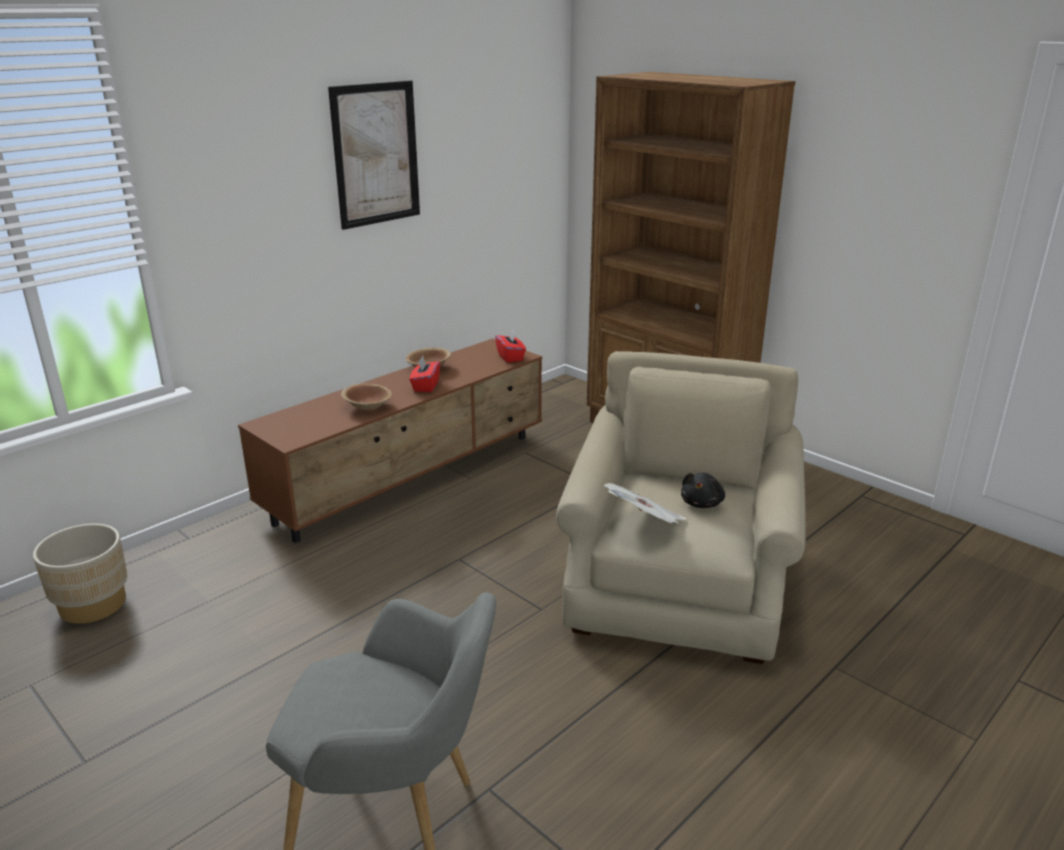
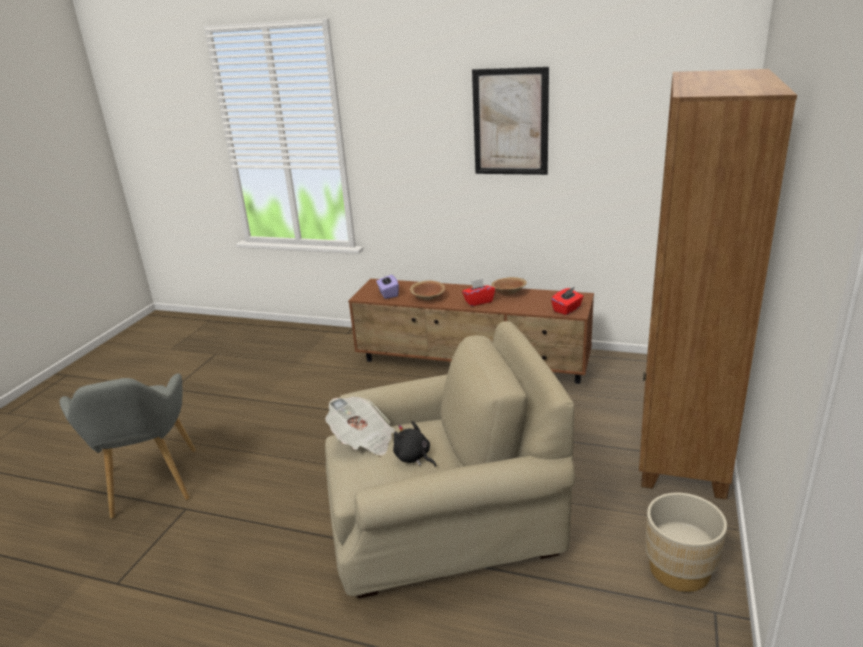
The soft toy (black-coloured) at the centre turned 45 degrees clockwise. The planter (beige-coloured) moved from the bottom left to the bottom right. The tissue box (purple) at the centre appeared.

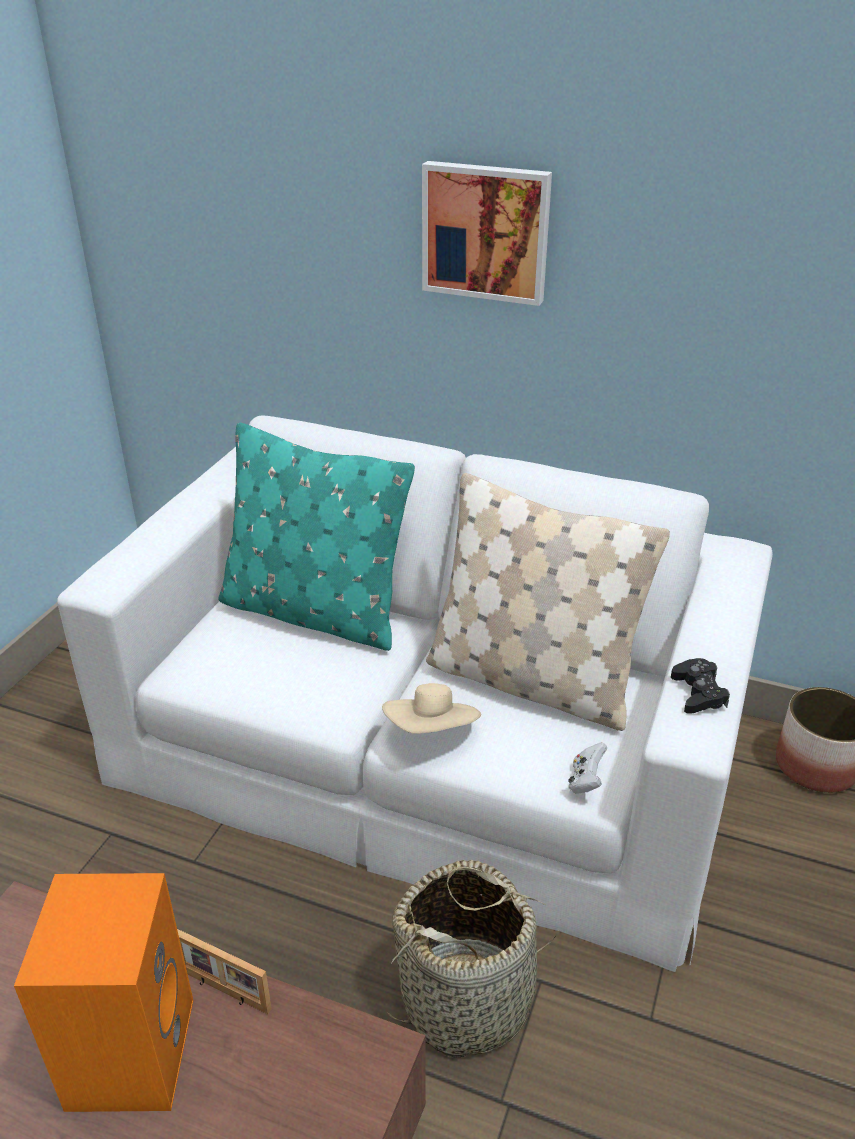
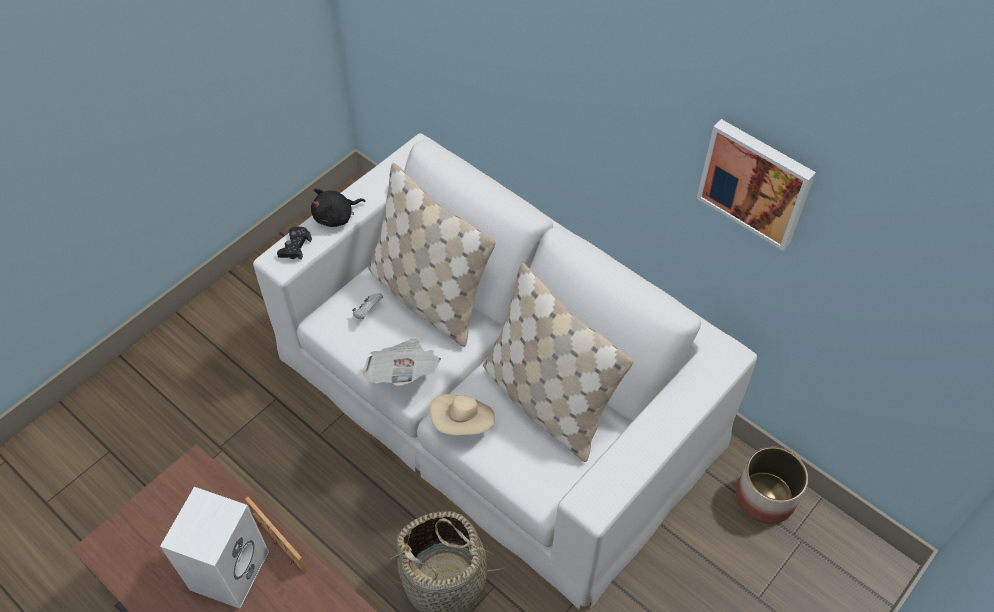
The picture moved from the top centre to the top right. The cushion (blue-green) at the centre became the cushion (beige-coloured) (1st from left) at the centre. The gamepad (black-coloured) moved from the middle right to the middle left. The gamepad (white) moved from the bottom right to the centre. The audio speaker (orangey) at the bottom left became the audio speaker (white) at the bottom left. The soft toy (black-coloured) at the centre appeared. The printed paper at the centre appeared.

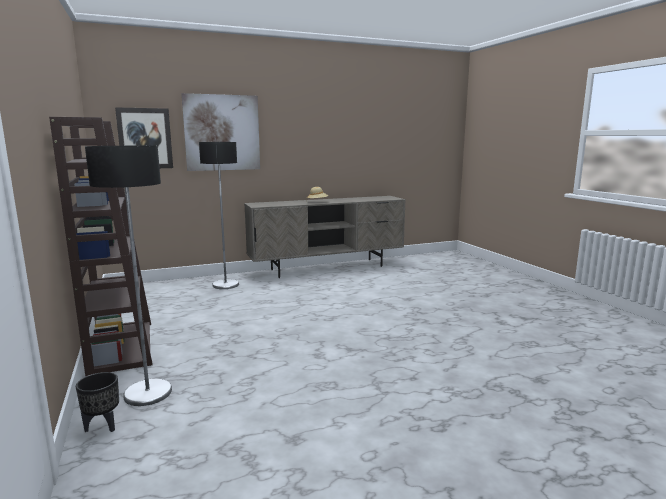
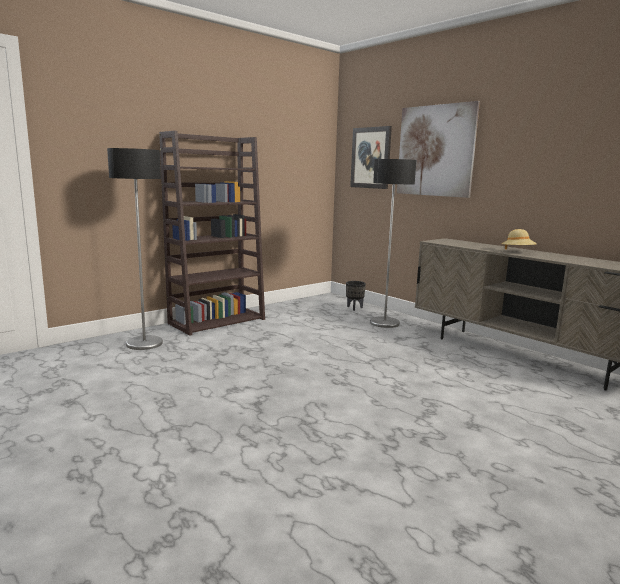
The planter (black-coloured) moved from the bottom left to the centre.

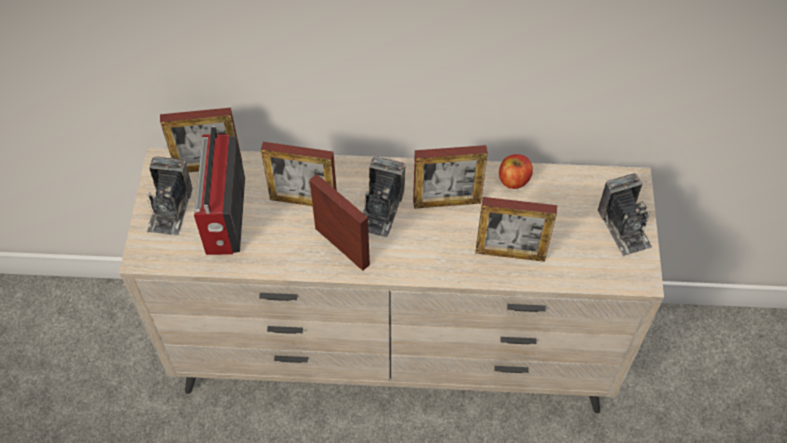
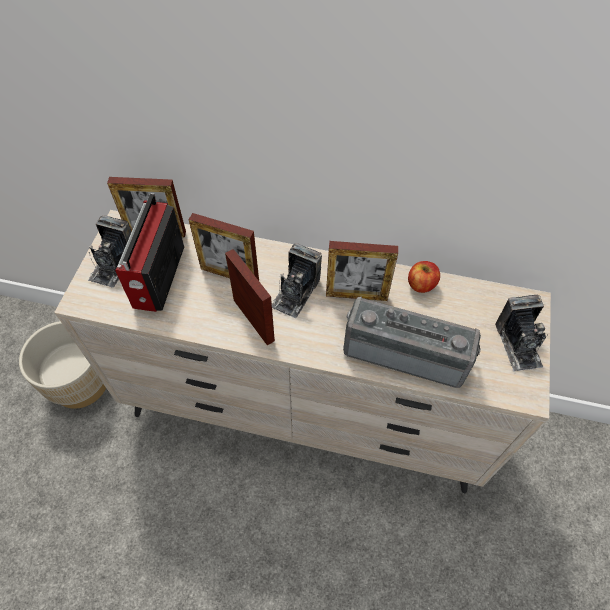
The photo frame (5th from left) at the centre was replaced by the radio set (2nd from left) at the middle right. The planter (beige-coloured) at the middle left appeared.

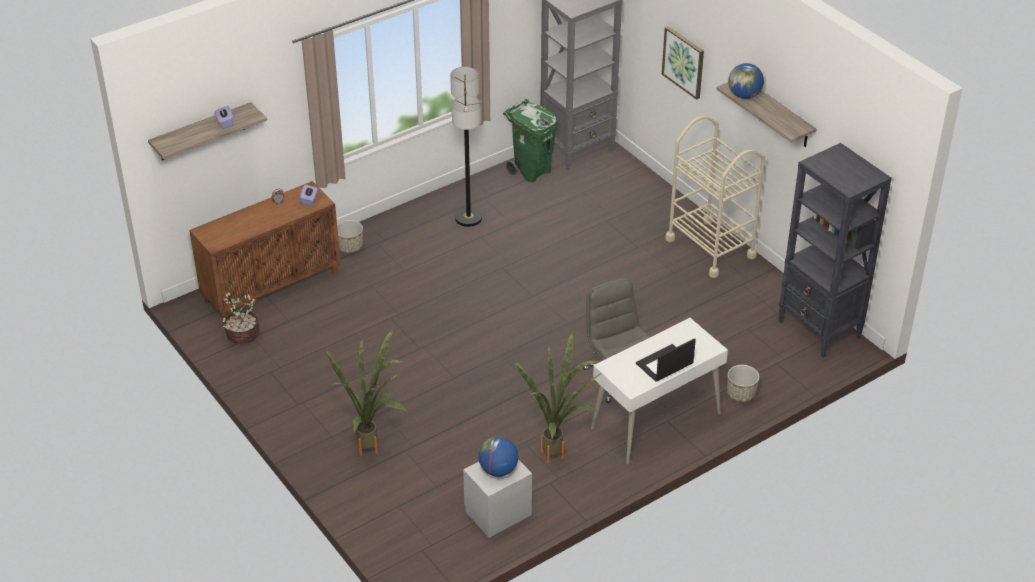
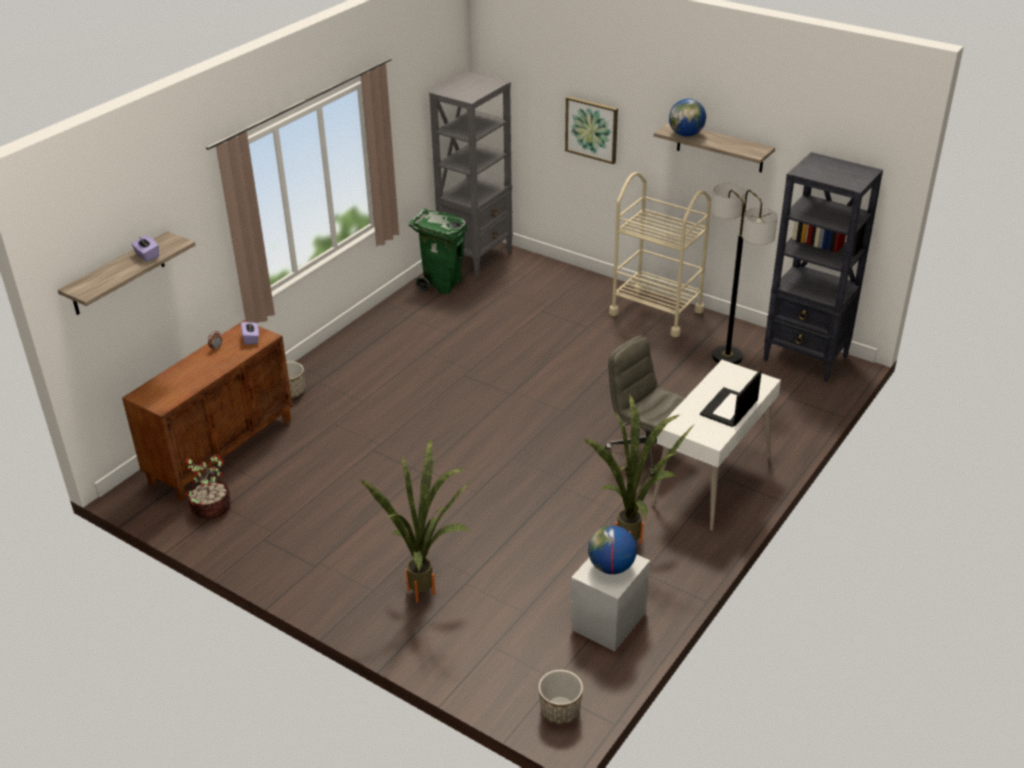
The standing lamp moved from the top centre to the middle right. The planter (2nd from left) moved from the middle right to the bottom centre.

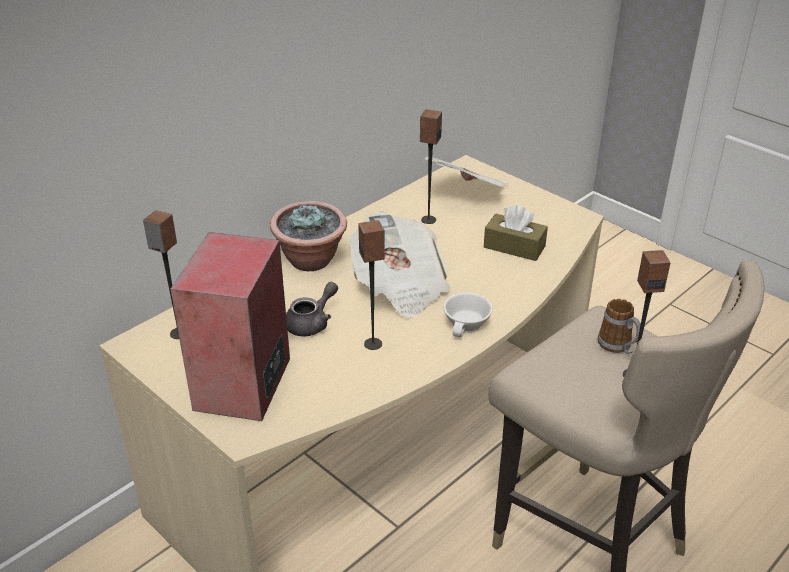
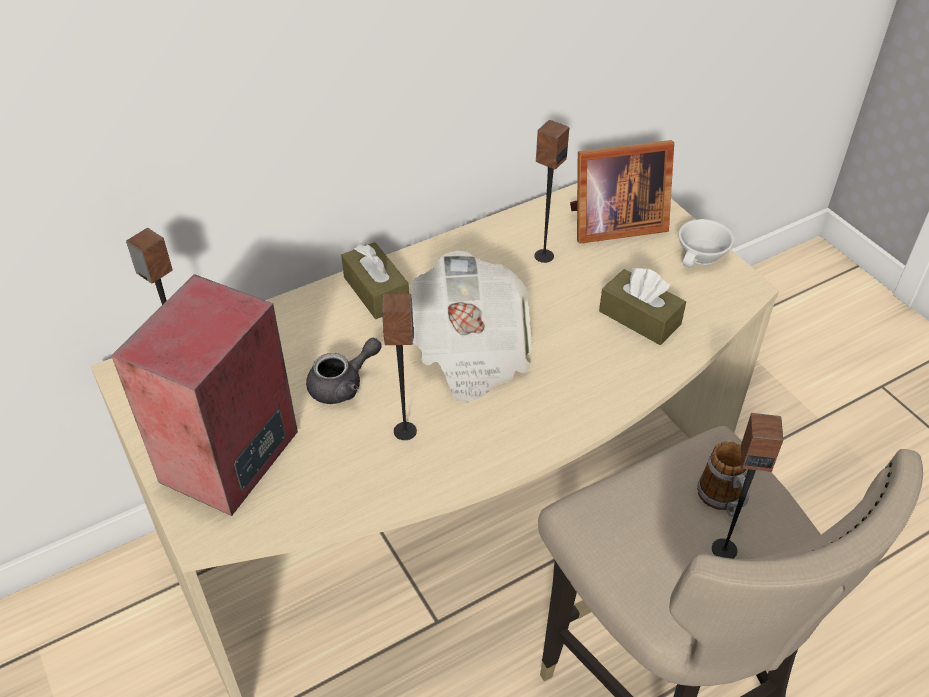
The printed paper (2nd from left) at the top centre was replaced by the photo frame at the top right. The potted plant at the centre was replaced by the tissue box (brownish) (1st from left) at the centre. The drinking cup (white) moved from the centre to the middle right.

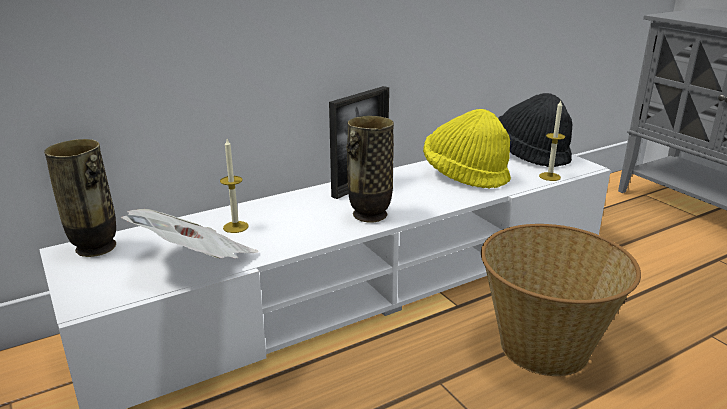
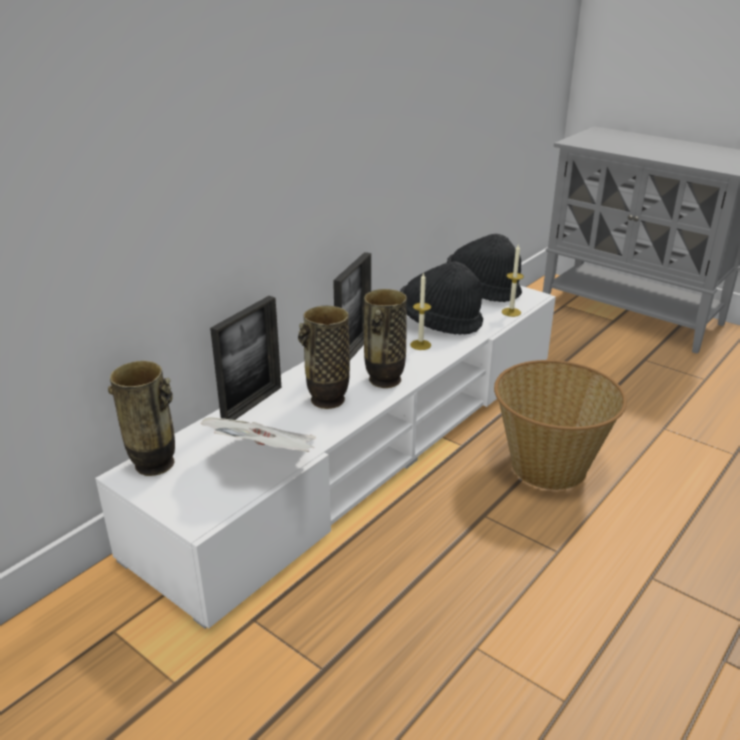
The hat (yellow-coloured) at the centre became the hat (black-coloured) (1st from left) at the centre. The wax candle (1st from left) moved from the middle left to the centre. The photo frame (1st from left) at the middle left appeared. The vase (2nd from left) at the centre appeared.

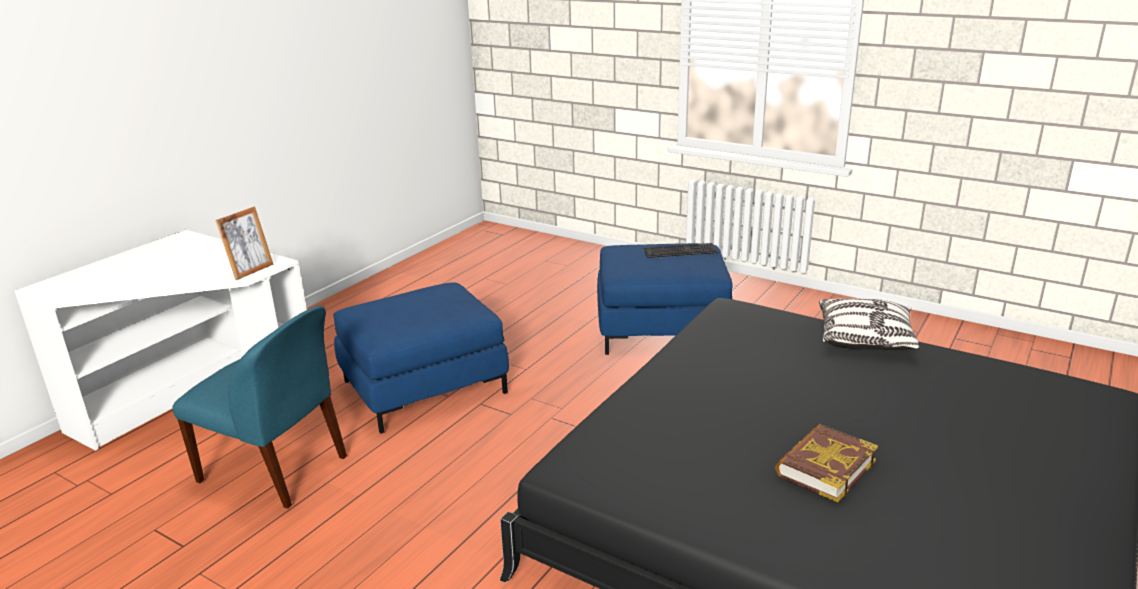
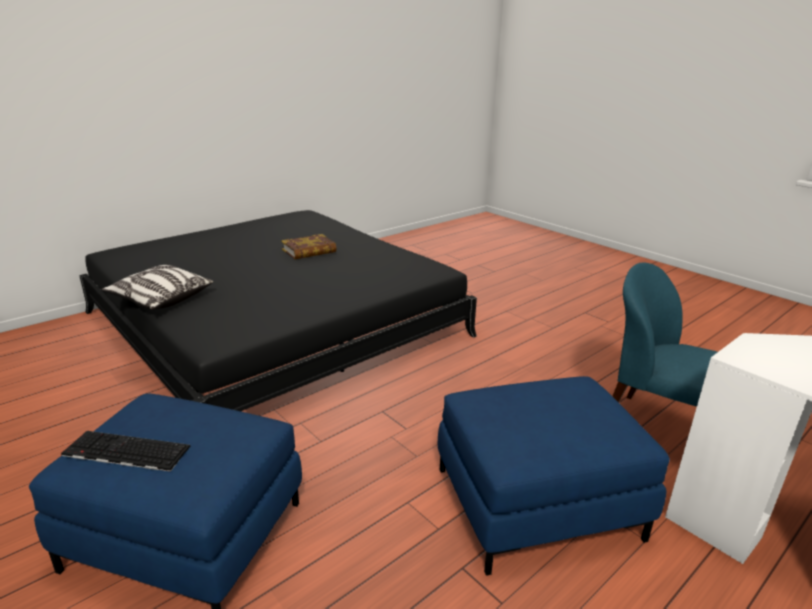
The photo frame at the middle left disappeared.

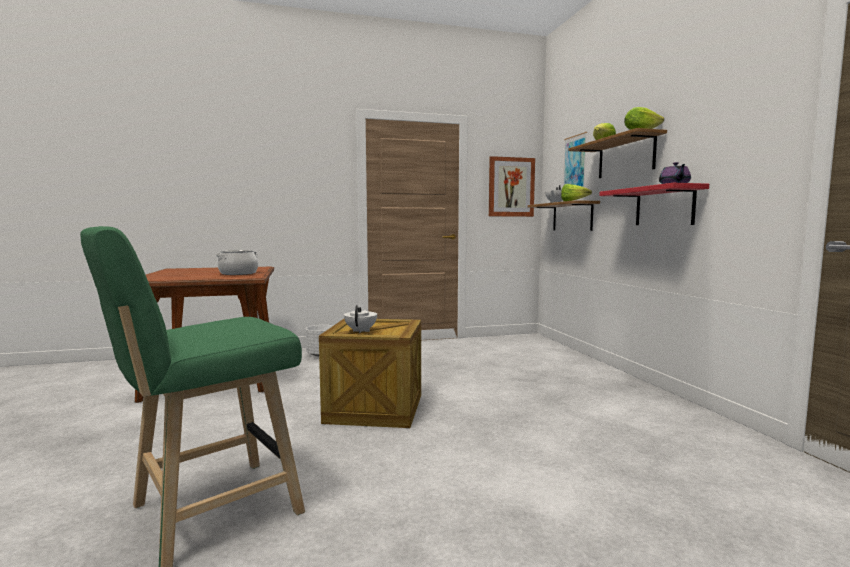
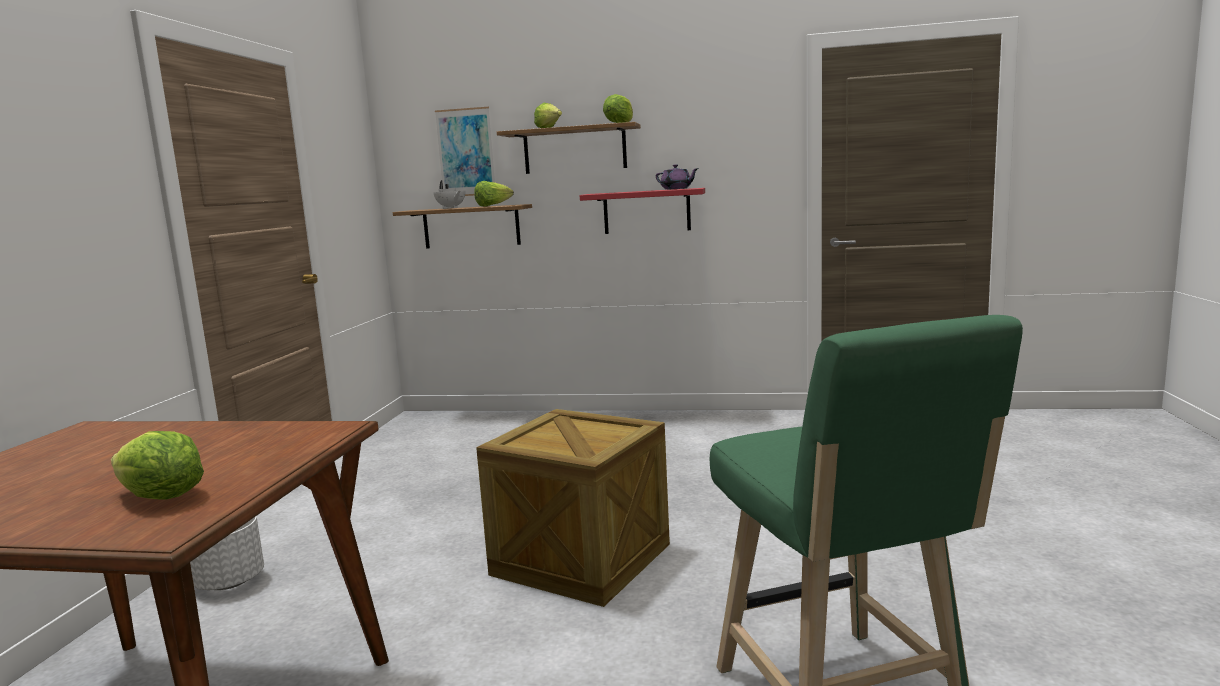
The picture (1st from left) at the top centre disappeared. The cooking pot at the middle left disappeared. The tea pot (white) (1st from left) at the centre disappeared. The lettuce (1st from left) at the bottom left appeared.

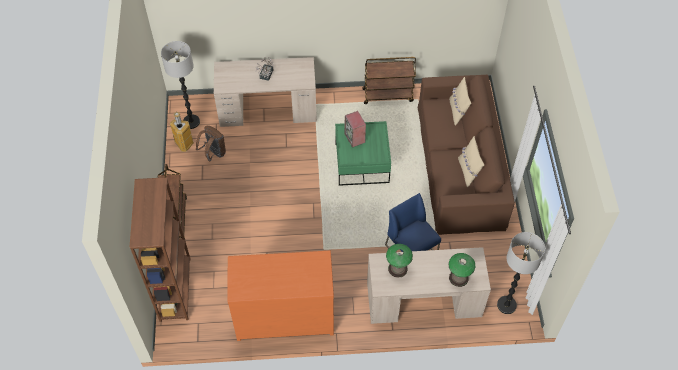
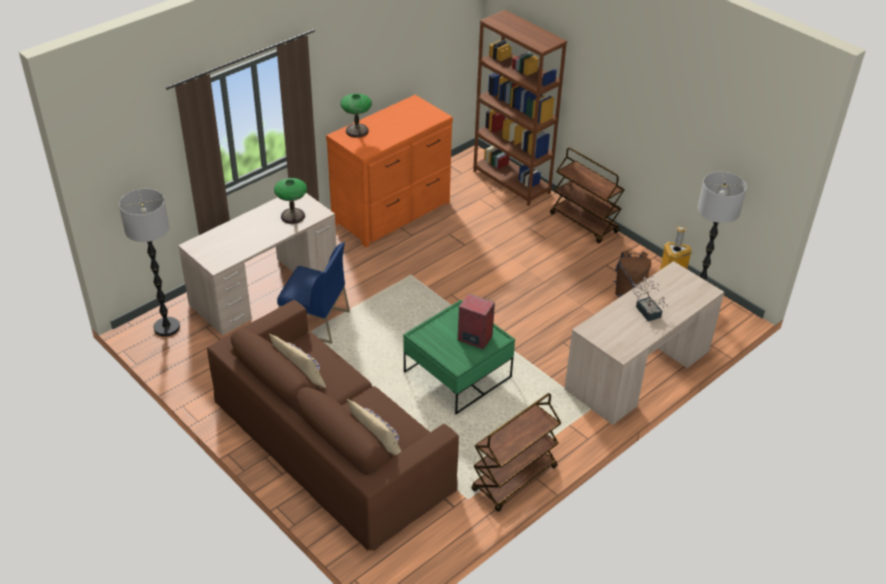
The table lamp (2nd from left) moved from the bottom right to the top centre.

